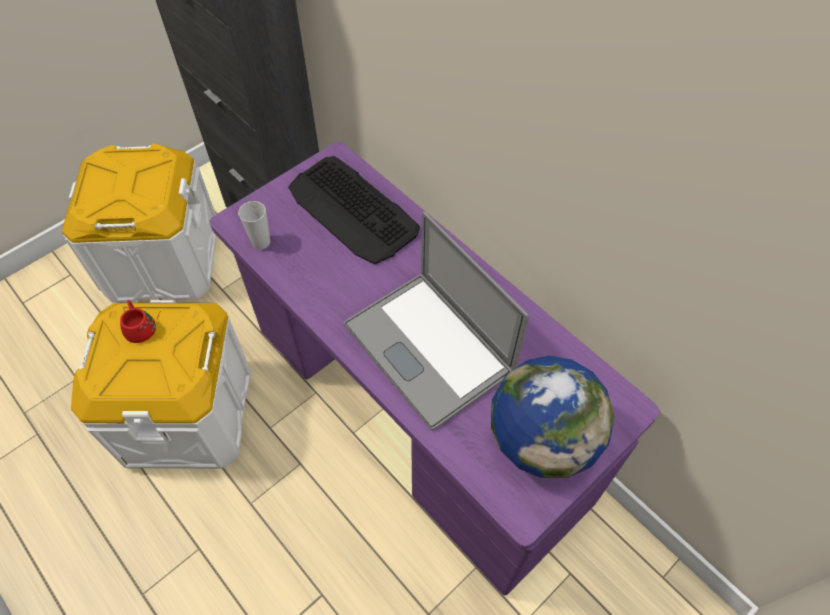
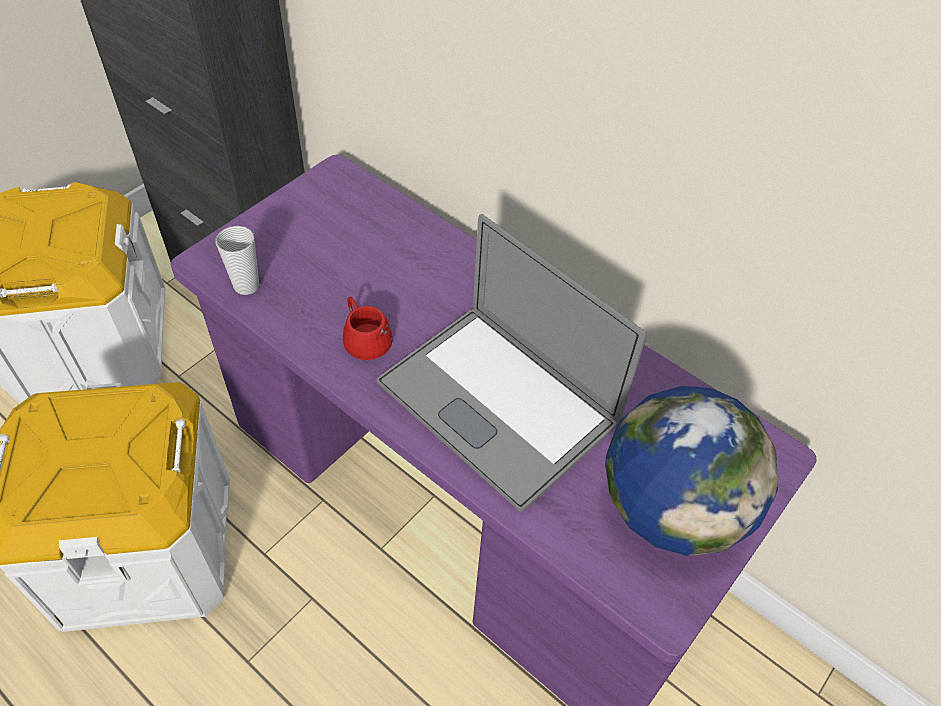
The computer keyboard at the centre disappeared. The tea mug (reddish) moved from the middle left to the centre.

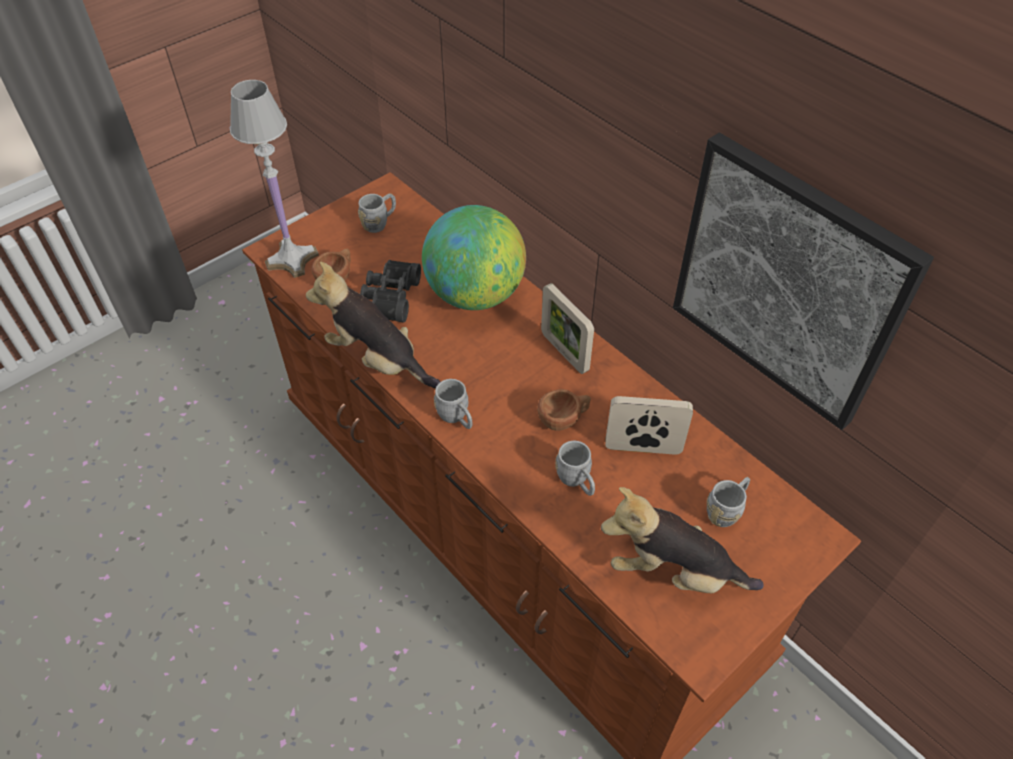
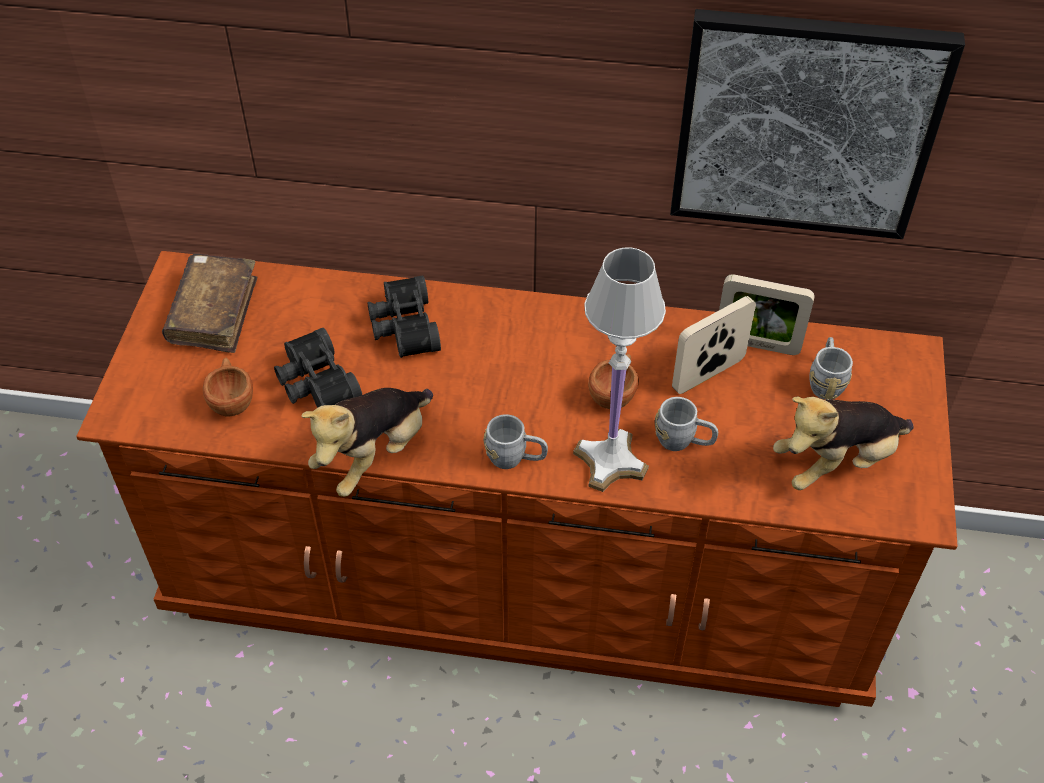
The table lamp (white) moved from the top left to the centre. The tea mug (greyish) (1st from left) at the top centre was replaced by the volume (brownish) at the middle left. The globe at the centre was replaced by the binoculars (black-coloured) (2nd from left) at the centre. The soft toy (1st from left) at the centre turned 45 degrees counterclockwise. The photo frame (1st from left in the first image) moved from the centre to the middle right.

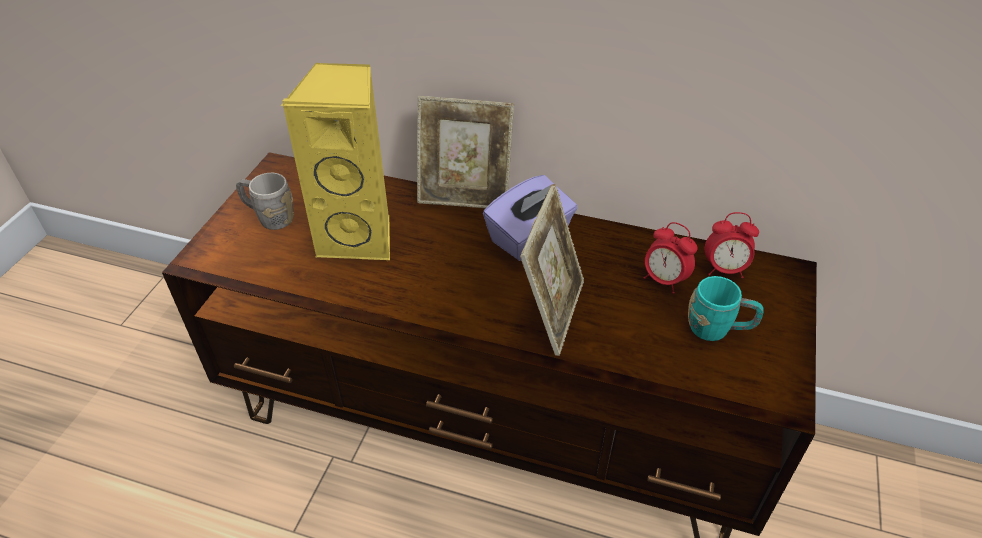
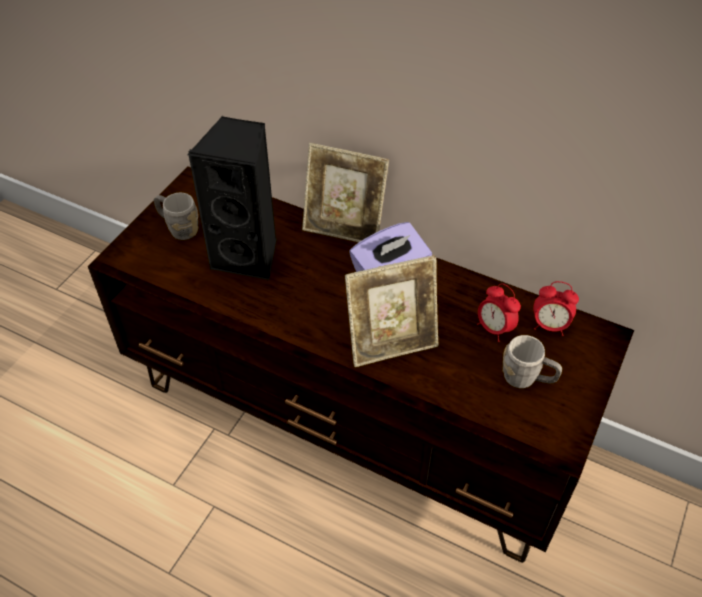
The audio speaker (yellow-coloured) at the top centre became the audio speaker (black-coloured) at the top left. The photo frame (2nd from left) at the centre turned 45 degrees clockwise. The tea mug (blue-green) at the middle right became the tea mug (greyish) (2nd from left) at the middle right.

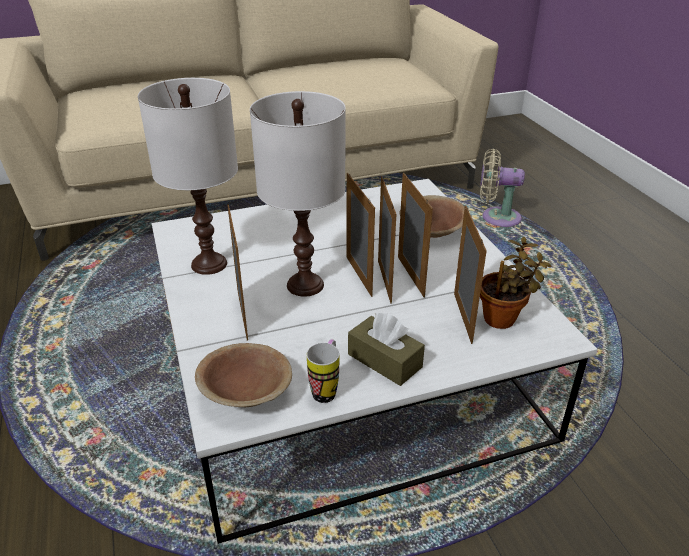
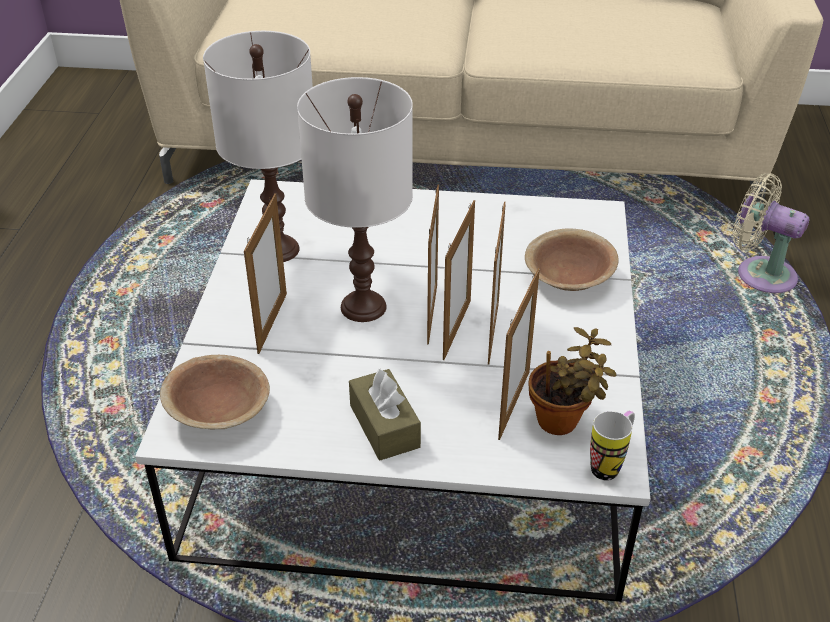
The tea mug moved from the bottom centre to the bottom right.

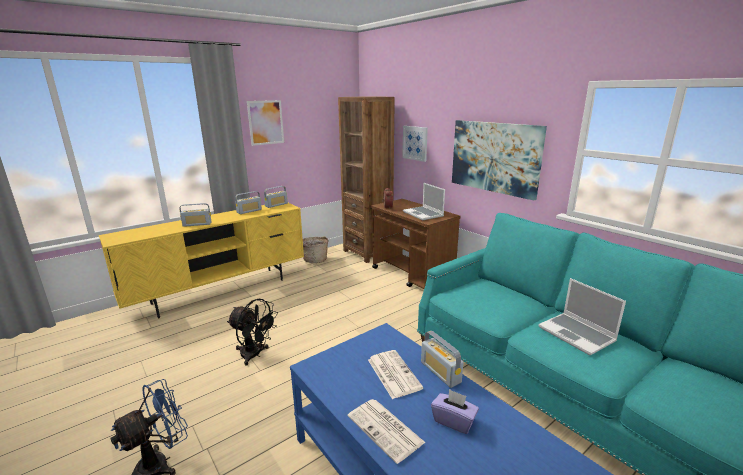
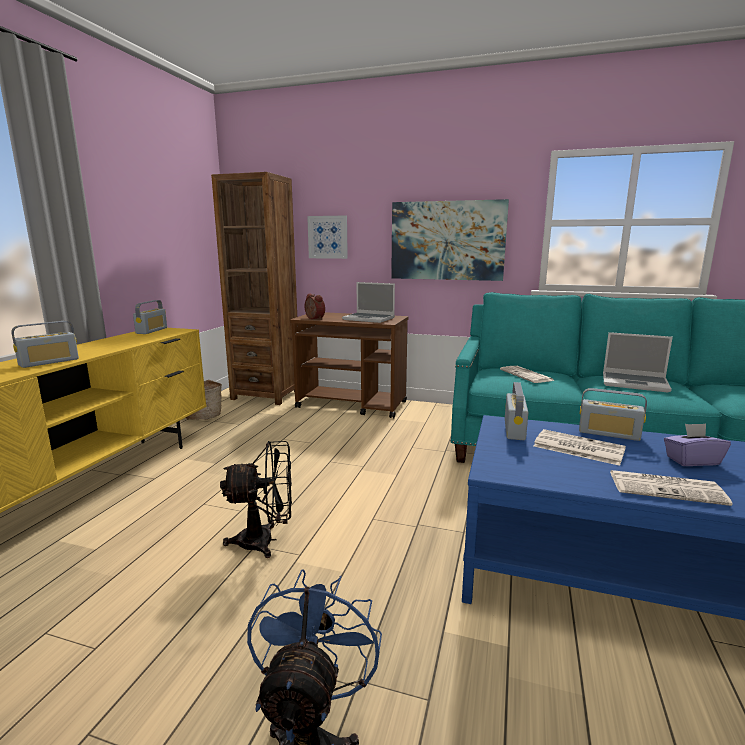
The picture (1st from left) at the top centre disappeared. The radio set (2nd from left in the first image) moved from the centre to the middle right. The printed paper (1st from left) at the middle right appeared.

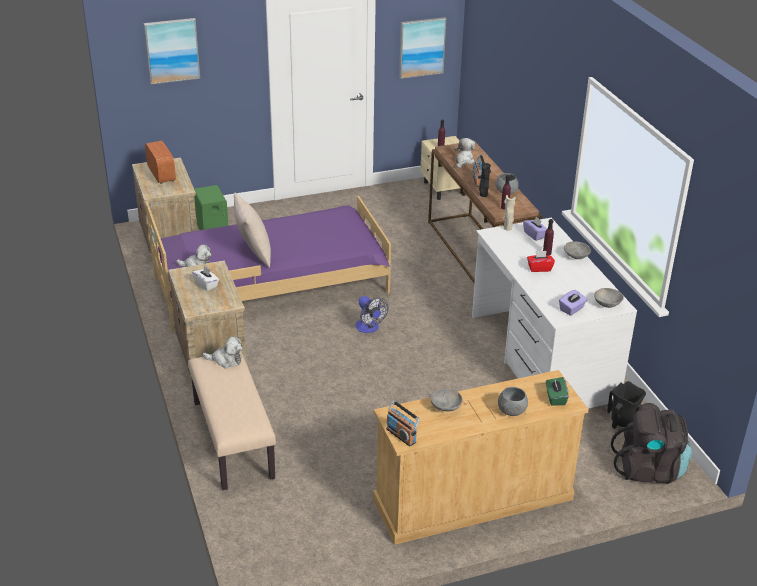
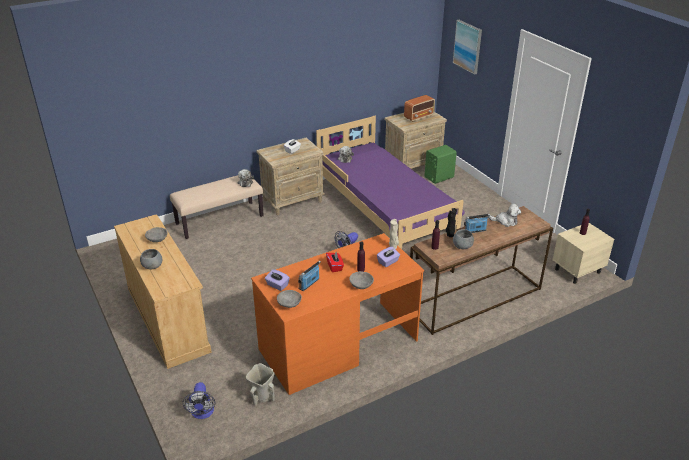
The picture (2nd from left) at the top centre disappeared. The cushion (beige-coloured) at the middle left disappeared. The desk (white) at the middle right became the desk (orangey) at the bottom centre. The tissue box (green) at the bottom right disappeared. The vase (black-coloured) (2nd from left) at the bottom right became the vase (beige-coloured) (1st from left) at the bottom centre. The radio set (2nd from left in the first image) moved from the bottom centre to the centre. The backpack (black-coloured) at the bottom right was replaced by the cooling fan (1st from left) at the bottom left.

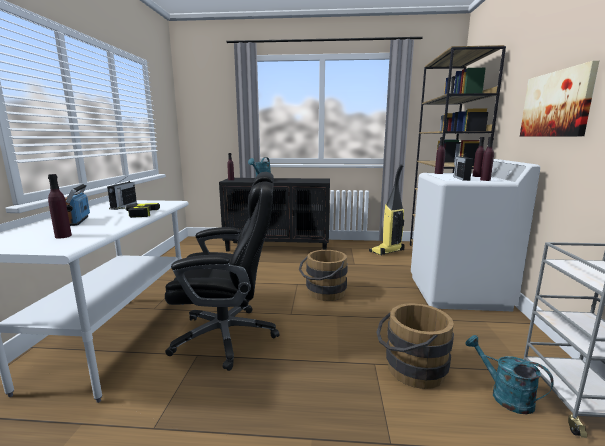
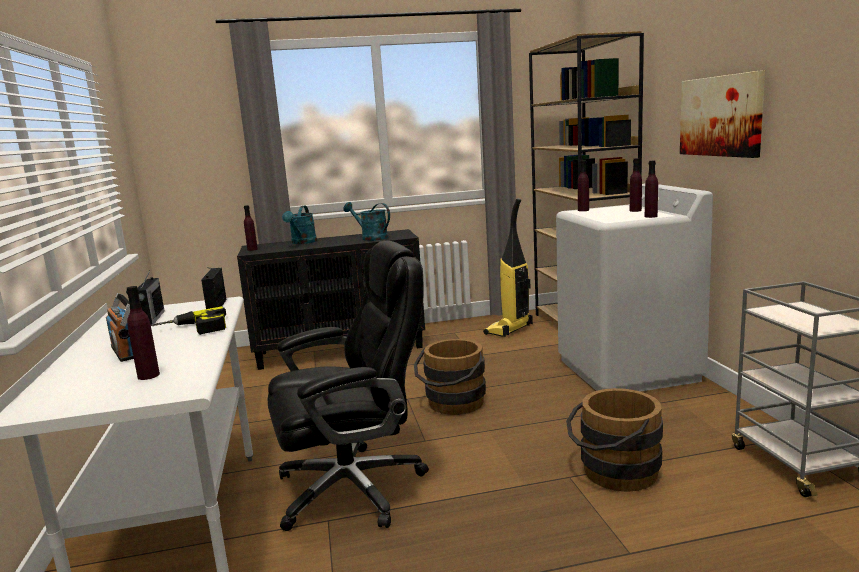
The radio set (3rd from left) moved from the middle right to the middle left. The watering pot (blue-green) (2nd from left) moved from the bottom right to the centre.

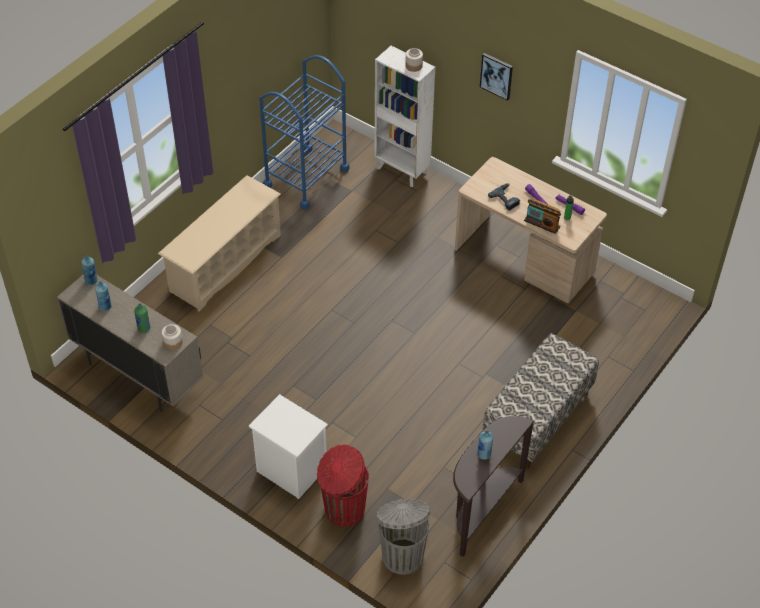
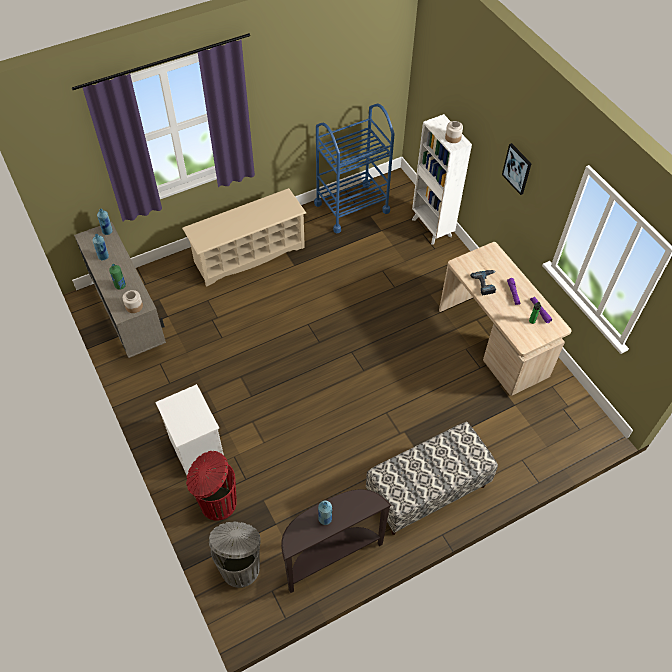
The radio set at the middle right disappeared.

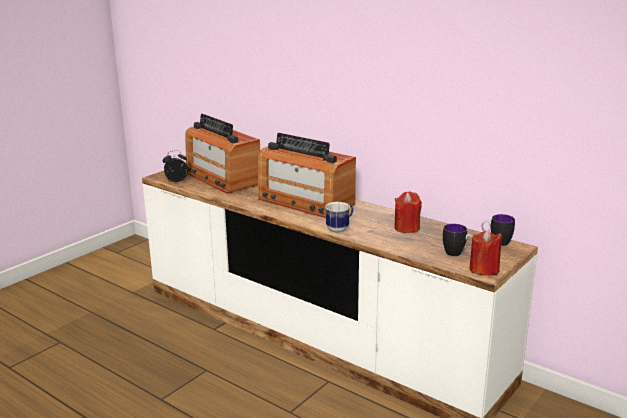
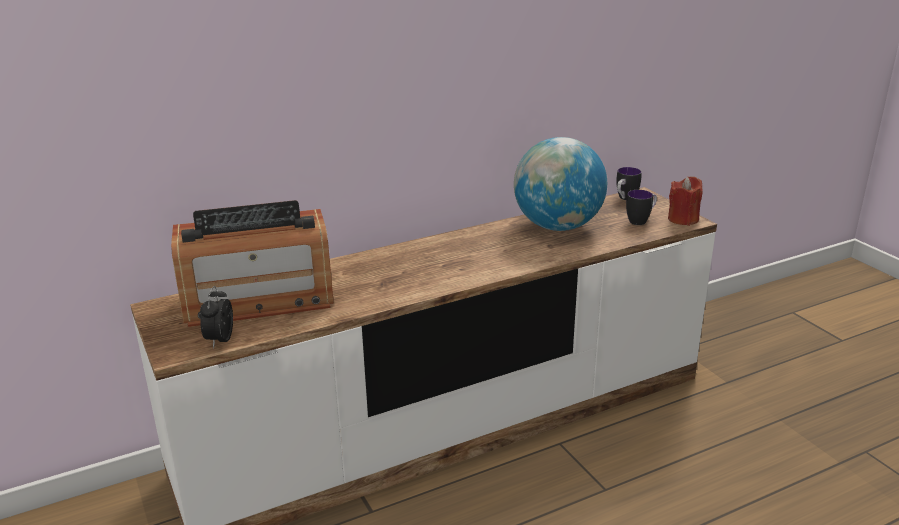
The radio set (2nd from left) at the centre disappeared. The wax candle (reddish) (1st from left) at the centre was replaced by the globe at the centre. The tea mug (1st from left) at the centre disappeared.

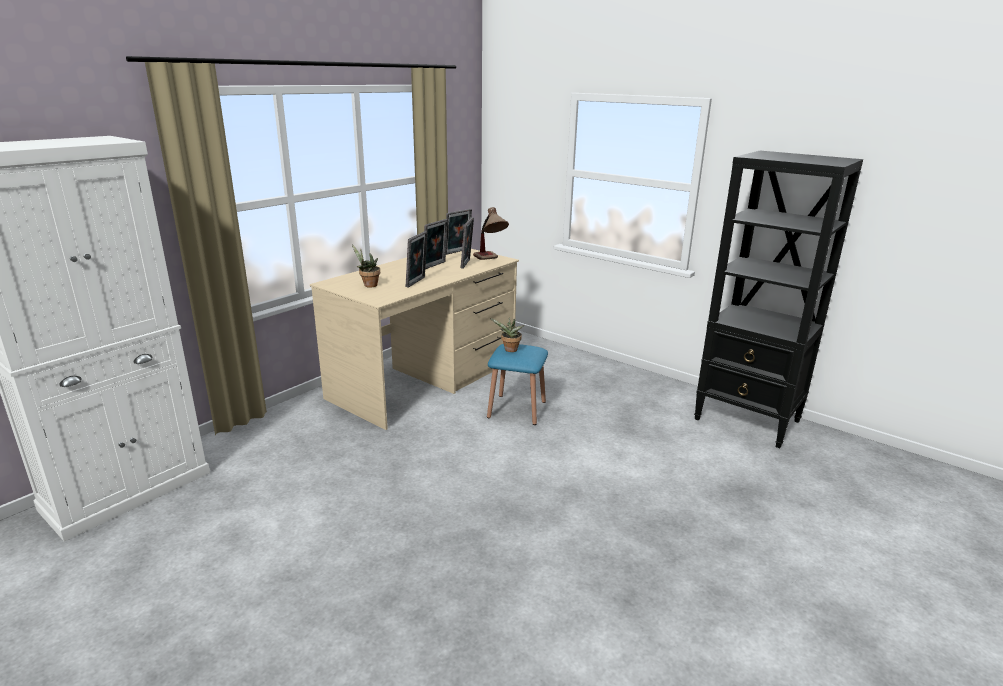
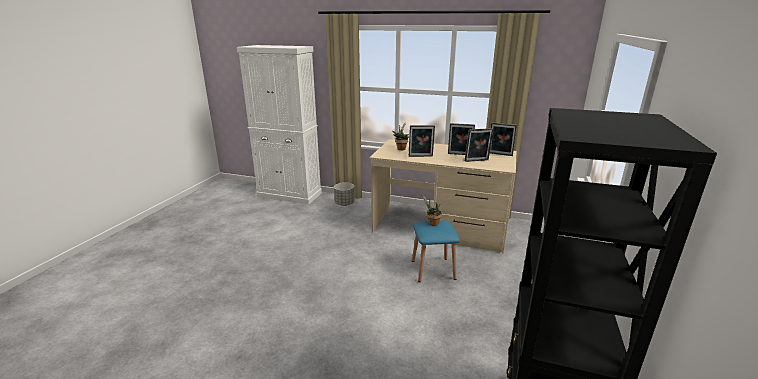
The table lamp at the centre disappeared. The planter (greyish) at the centre appeared.

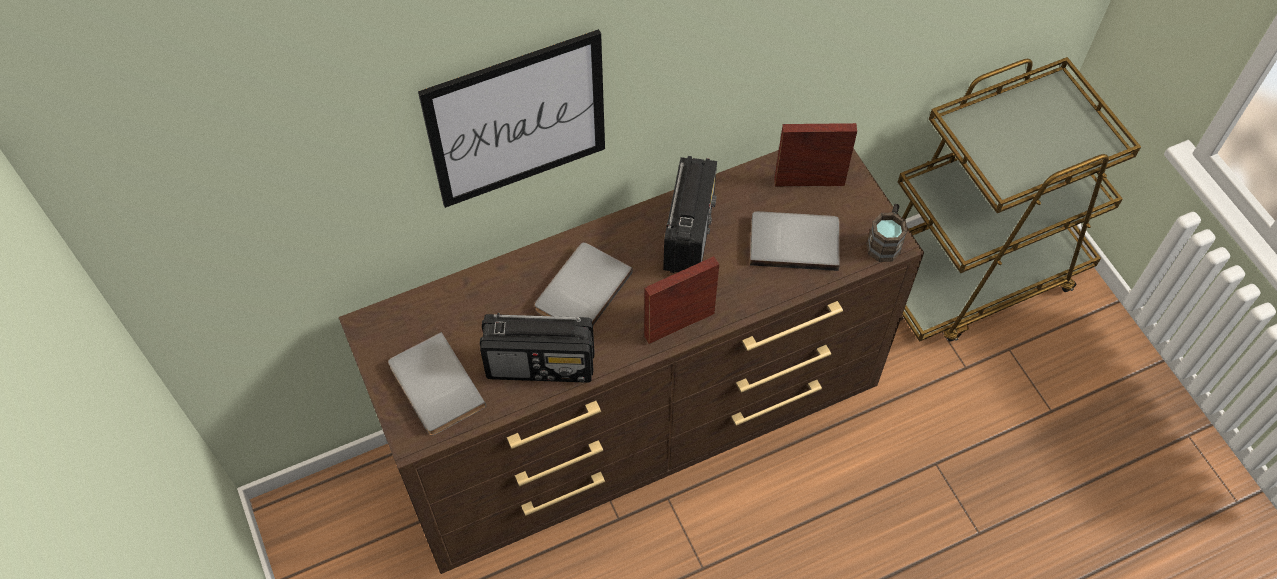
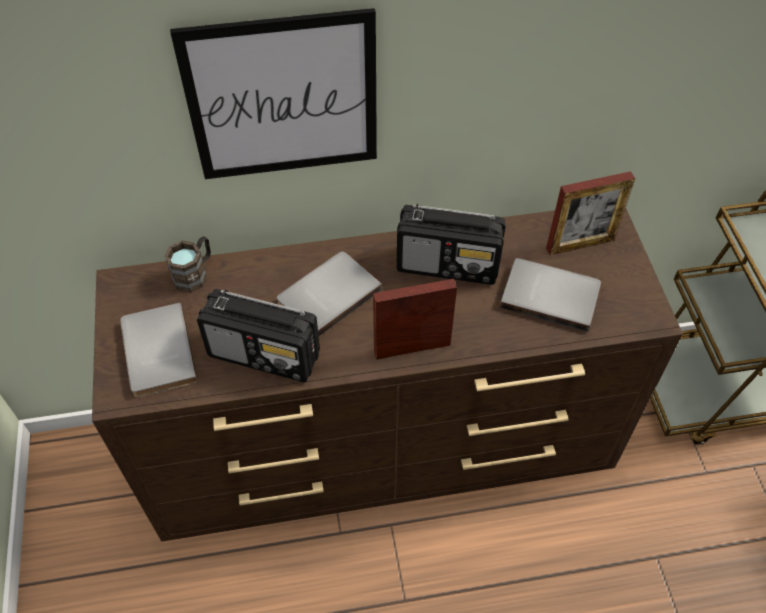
The photo frame (2nd from left) at the top centre turned 150 degrees clockwise. The radio set (2nd from left) at the centre turned 75 degrees clockwise. The tea mug (brownish) moved from the middle right to the middle left.

